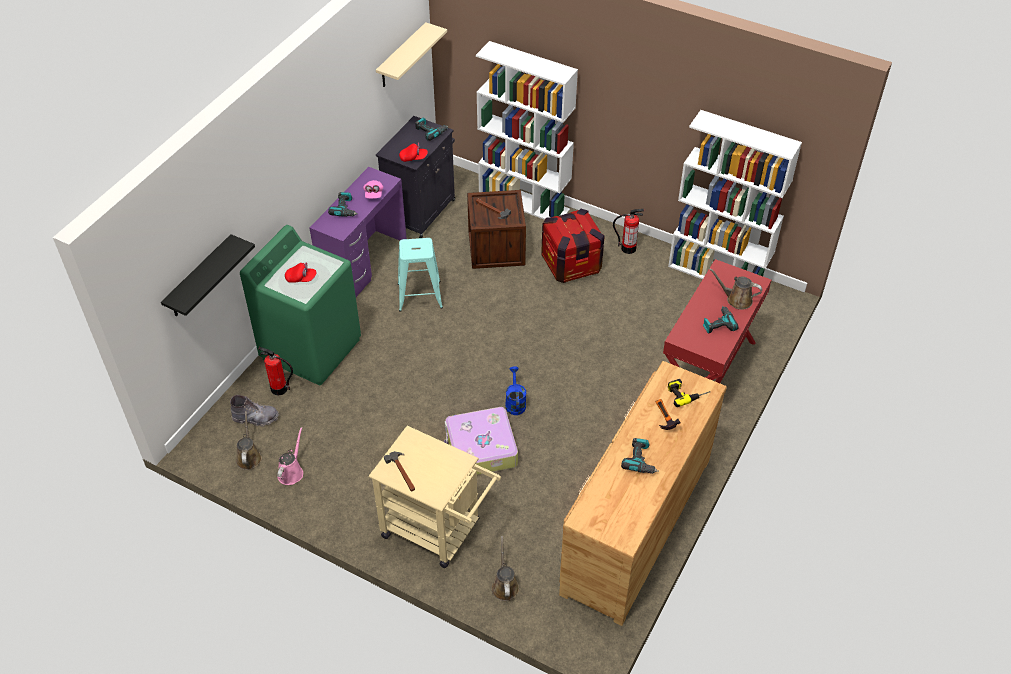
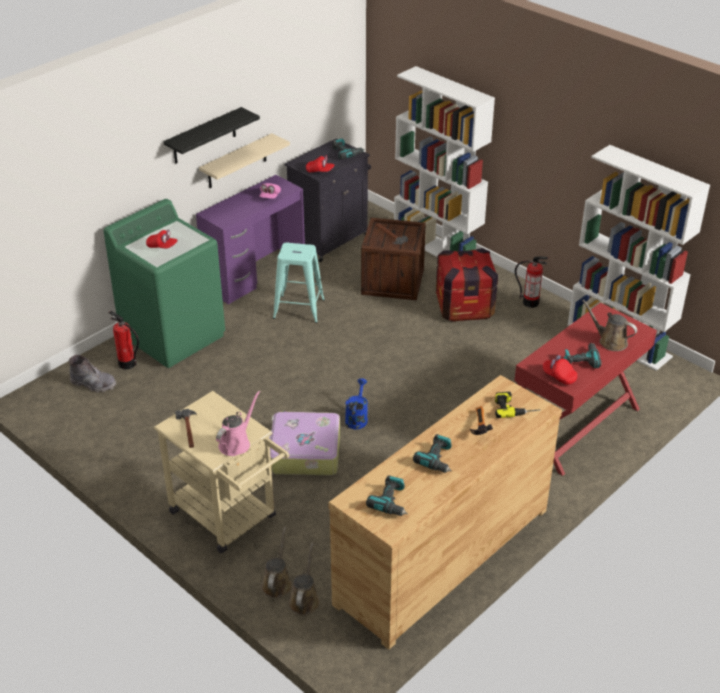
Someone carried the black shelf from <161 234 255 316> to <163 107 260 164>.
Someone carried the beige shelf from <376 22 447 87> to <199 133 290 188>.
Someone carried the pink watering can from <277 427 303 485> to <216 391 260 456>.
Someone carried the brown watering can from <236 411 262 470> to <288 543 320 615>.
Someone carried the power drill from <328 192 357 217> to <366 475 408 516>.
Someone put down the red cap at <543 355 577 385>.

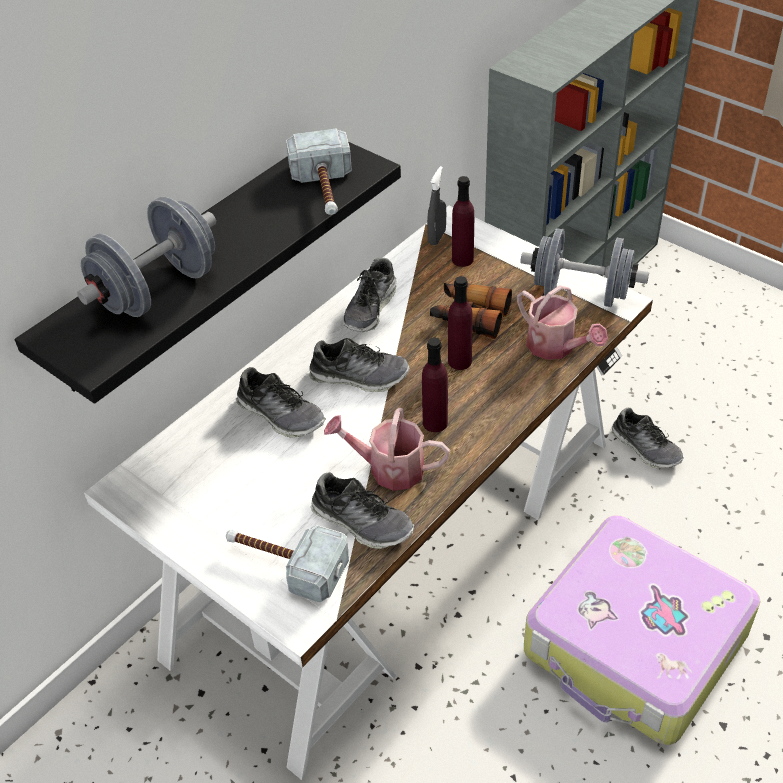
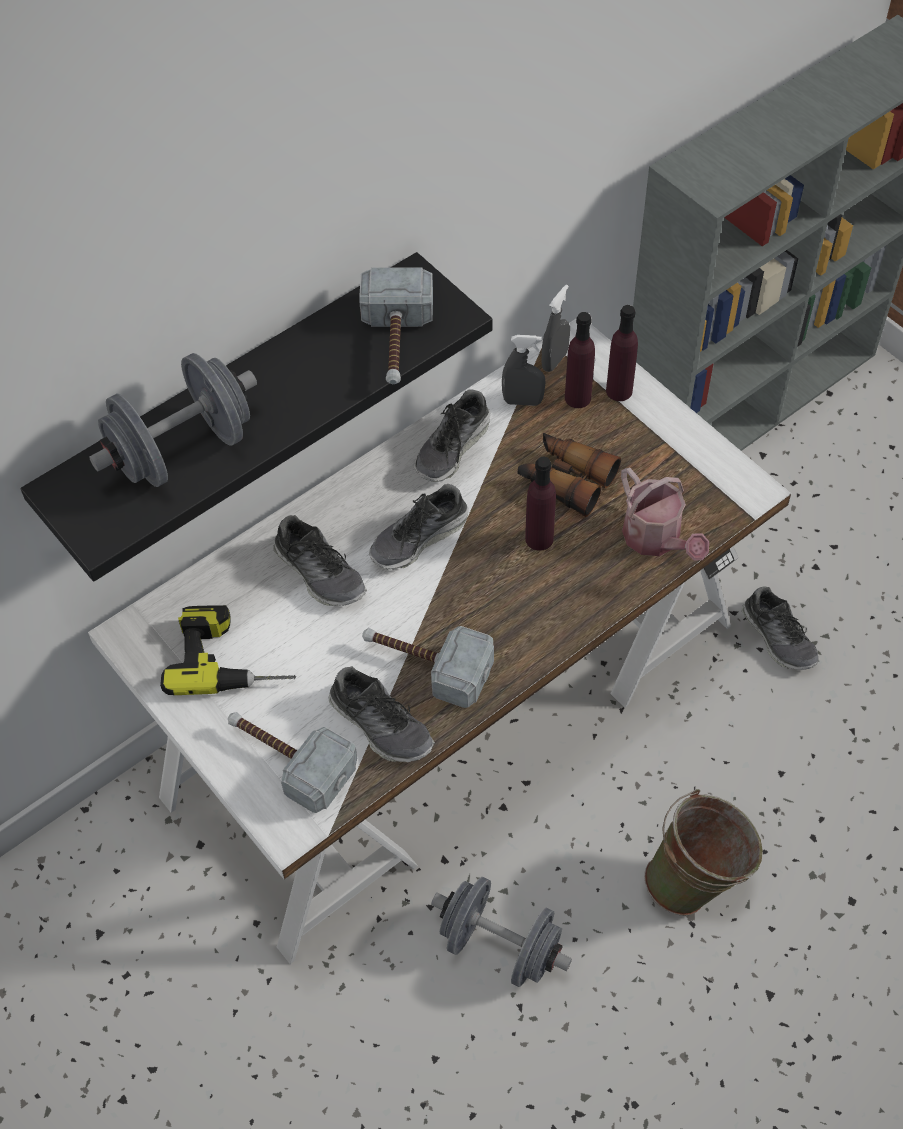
Someone put down the power drill at <160 605 296 695>.
Someone swapped the watering can at <324 408 450 491> for the hammer at <362 626 494 708>.
Someone rotated the shoe at <309 338 409 392> by 120 degrees clockwise.
Someone carried the grey dumbbell from <520 228 649 307> to <431 877 572 987>.
Someone put down the grey spray bottle at <502 335 545 406>.
Someone carried the purple bottle from <422 337 448 432> to <606 305 638 401>.
Someone swapped the suitcase at <524 515 761 745> for the green bucket at <644 789 763 916>.

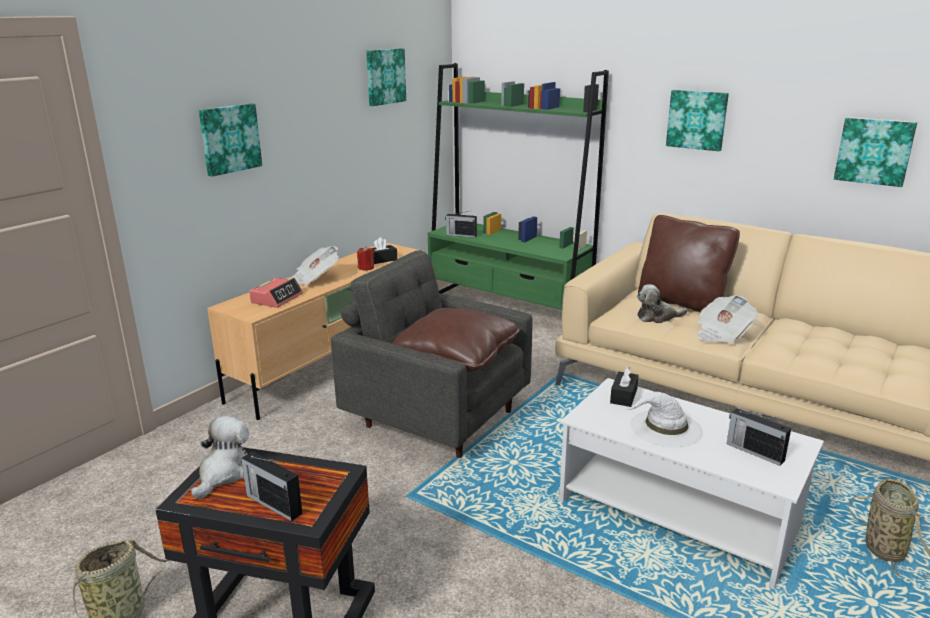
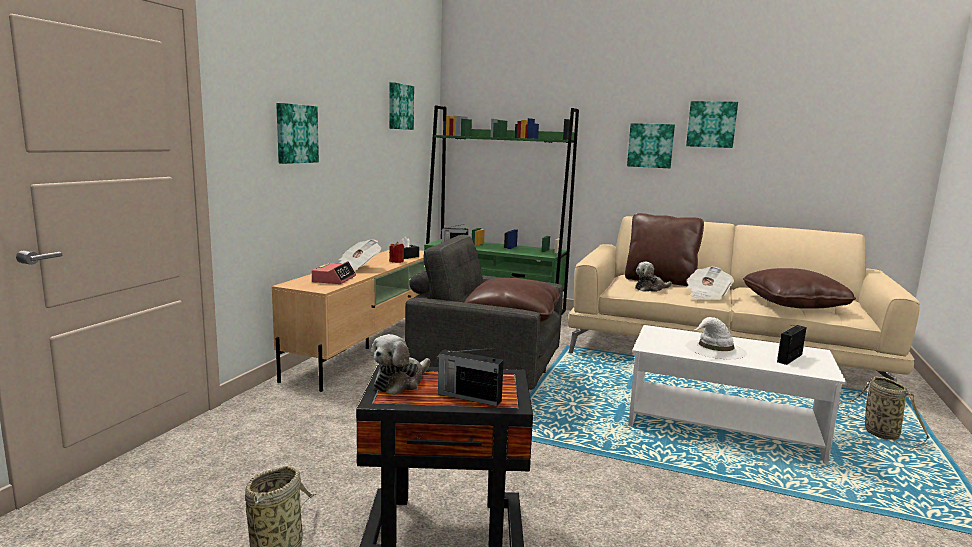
Someone rotated the plush toy at <191 416 249 499> by 150 degrees counterclockwise.
Someone carried the picture from <834 117 917 187> to <686 101 738 148>.
Someone put down the brown pillow at <743 268 856 309>.
Someone rotated the radio at <727 408 791 466> by 105 degrees clockwise.
Someone took away the black tissue box at <610 366 639 407>.

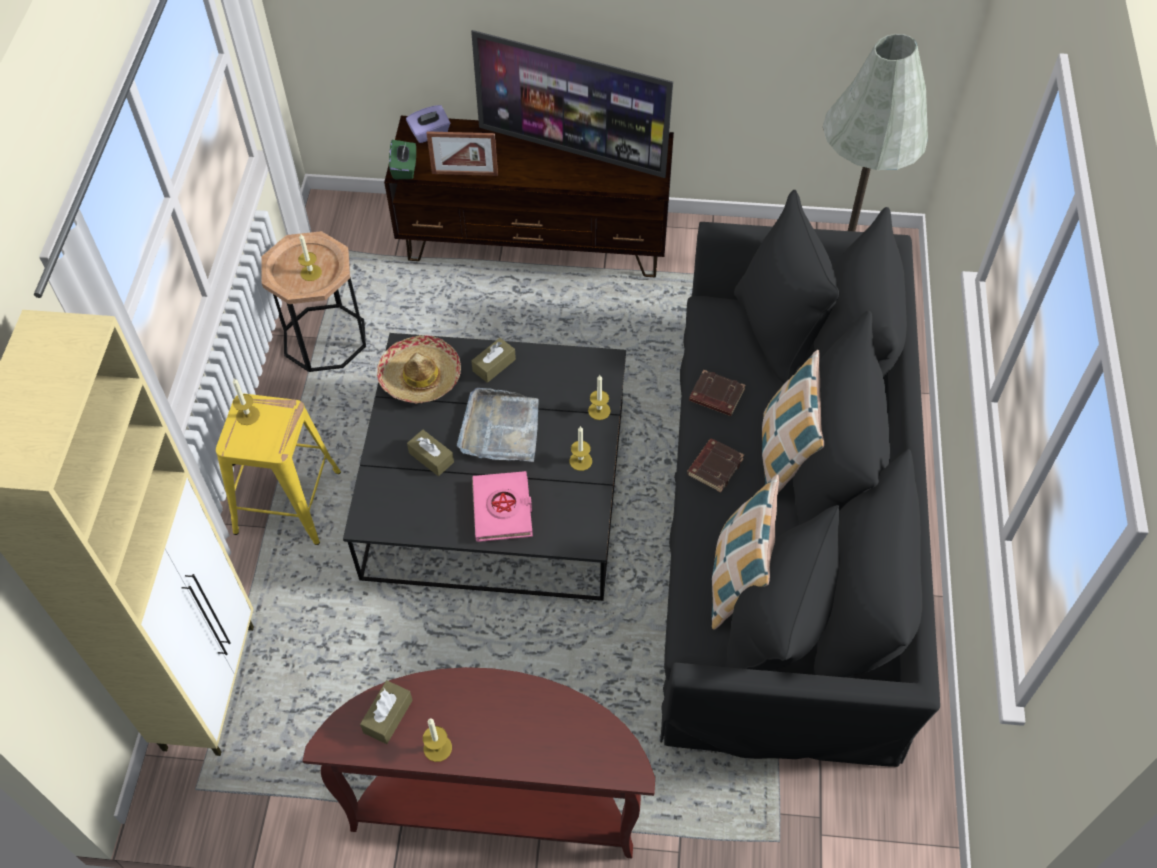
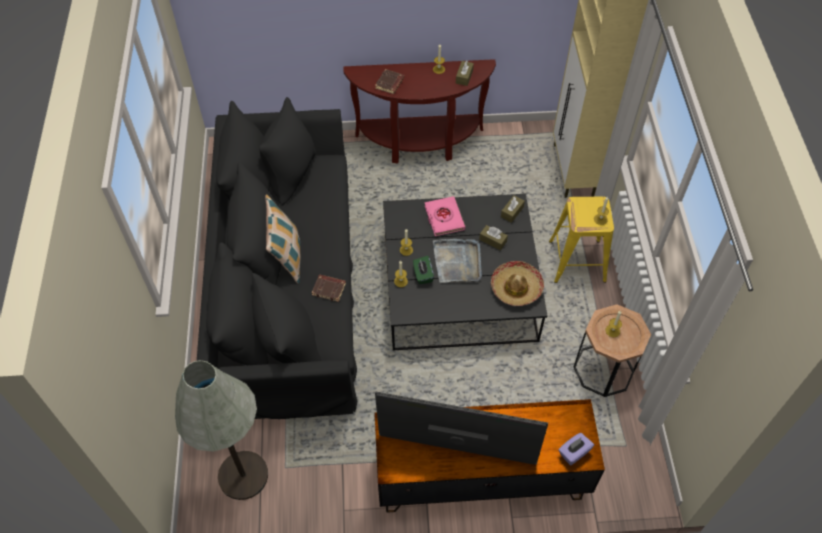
Someone carried the brown book from <687 439 744 493> to <375 69 404 94>.
Someone carried the green tissue box from <389 140 416 179> to <413 256 434 284>.
Someone carried the brown tissue box from <471 338 516 383> to <501 195 525 223>.
Someone took away the picture frame at <426 131 498 176>.
Someone took away the pillow at <712 475 779 630>.

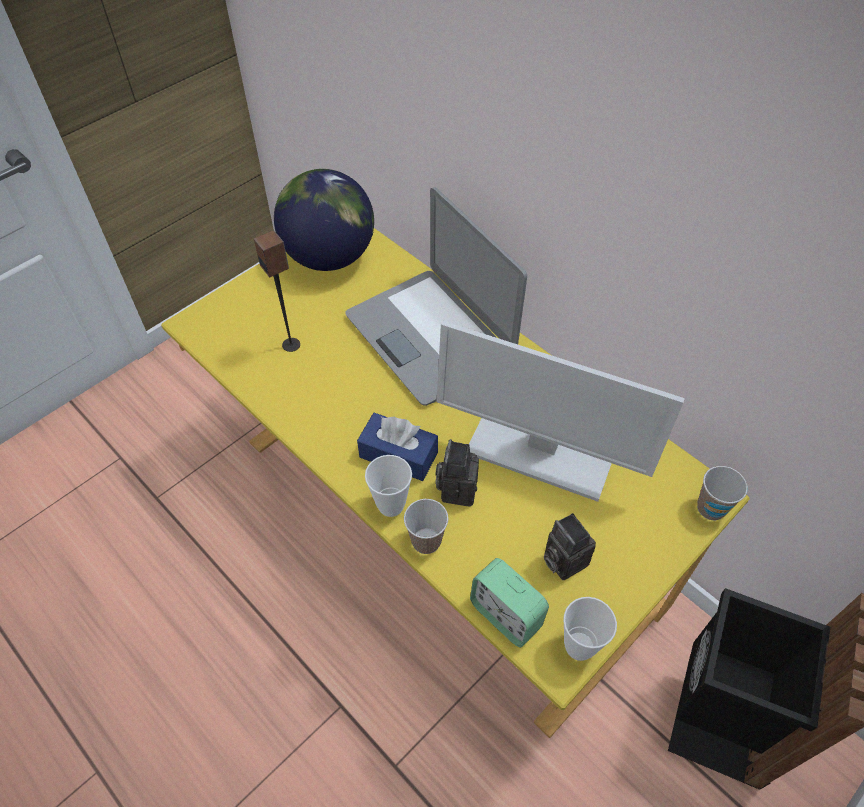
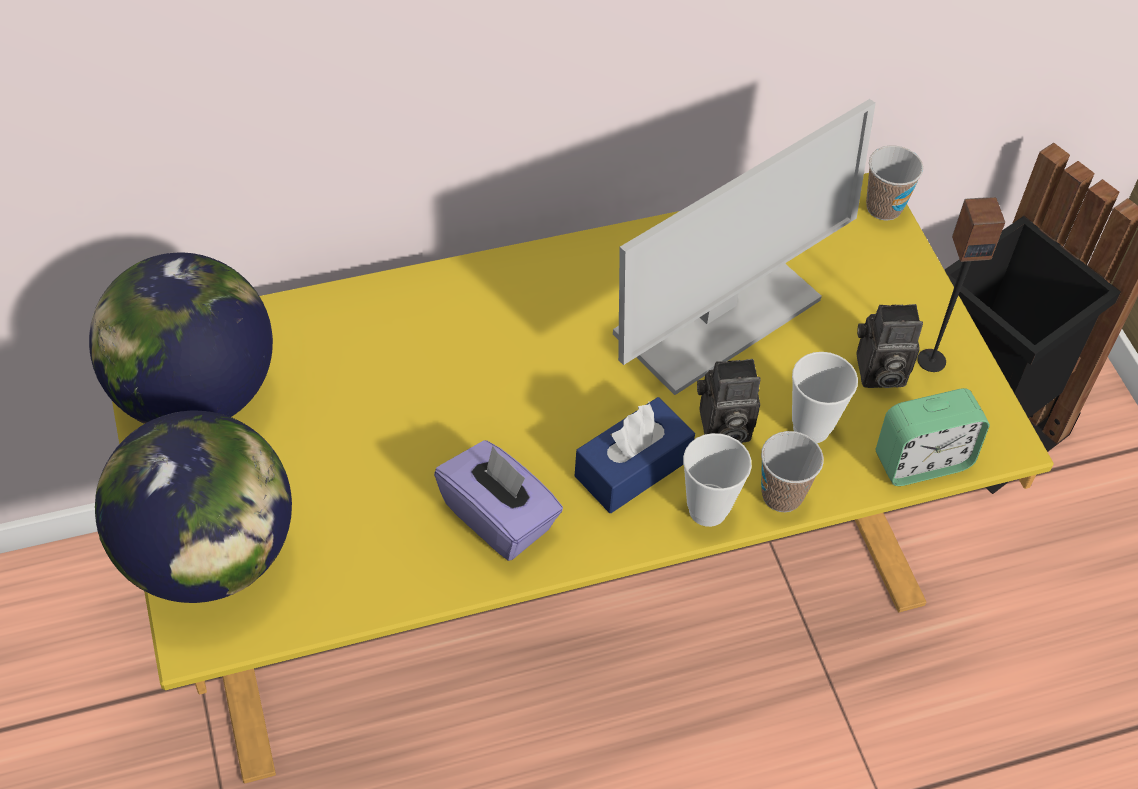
Someone put down the globe at <95 411 292 603>.
Someone put down the purple tissue box at <434 440 563 561>.
Someone rotated the photo camera at <435 439 479 507> by 45 degrees counterclockwise.
Someone carried the cup from <563 597 617 661> to <792 352 858 443>.
Someone carried the speaker from <254 230 300 352> to <917 197 1005 372>.
Someone took away the laptop at <345 187 527 406>.

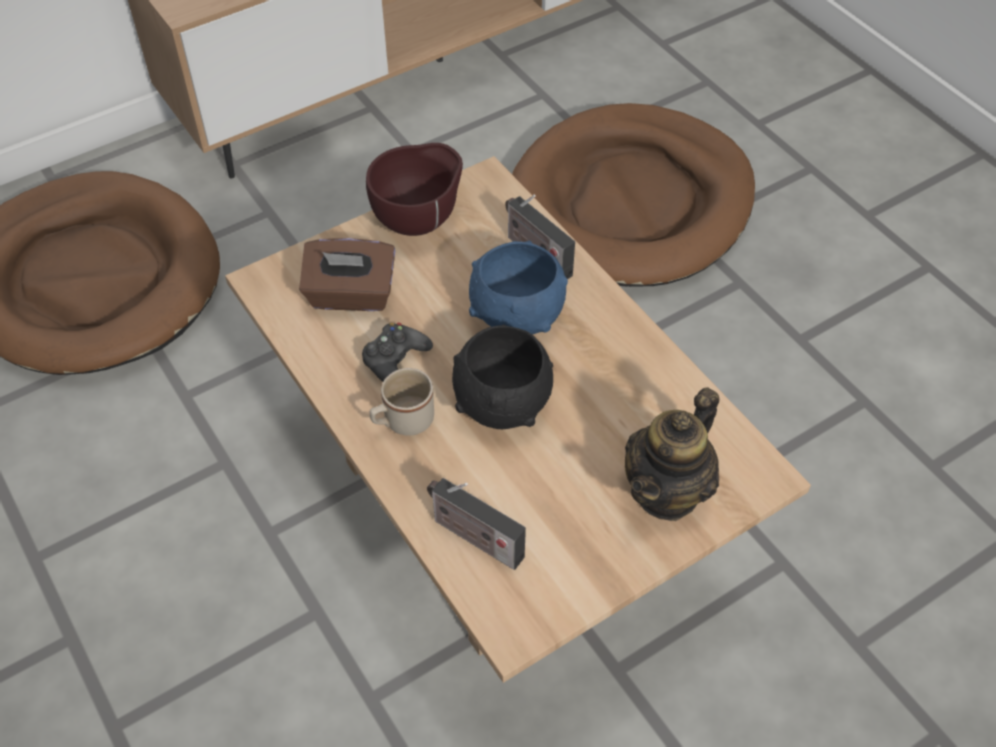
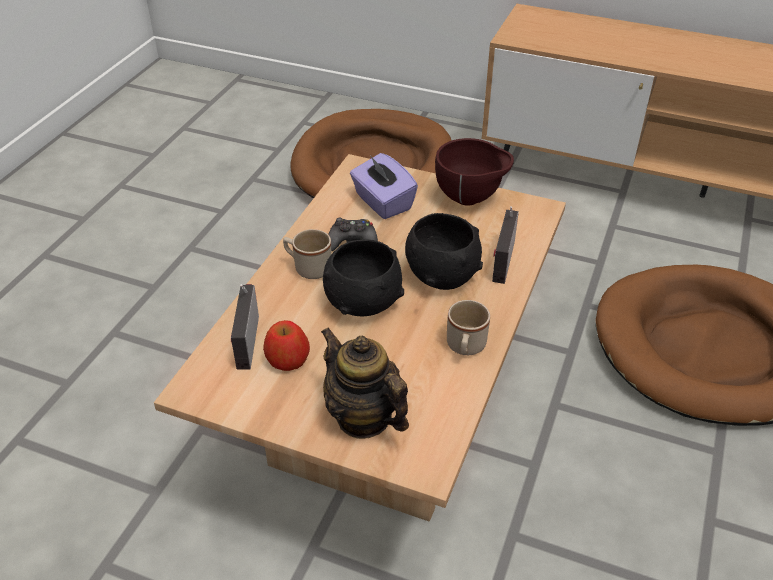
Someone put down the apple at <263 320 310 371>.
Someone rotated the teapot at <625 388 719 521> by 45 degrees clockwise.
Someone repainted the brown tissue box at <299 238 395 311>, which became the purple tissue box at <350 153 418 219>.
Someone repainted the blue bowl at <469 241 568 334>, which became the black bowl at <405 213 483 290>.
Someone put down the beige mug at <447 300 490 355>.

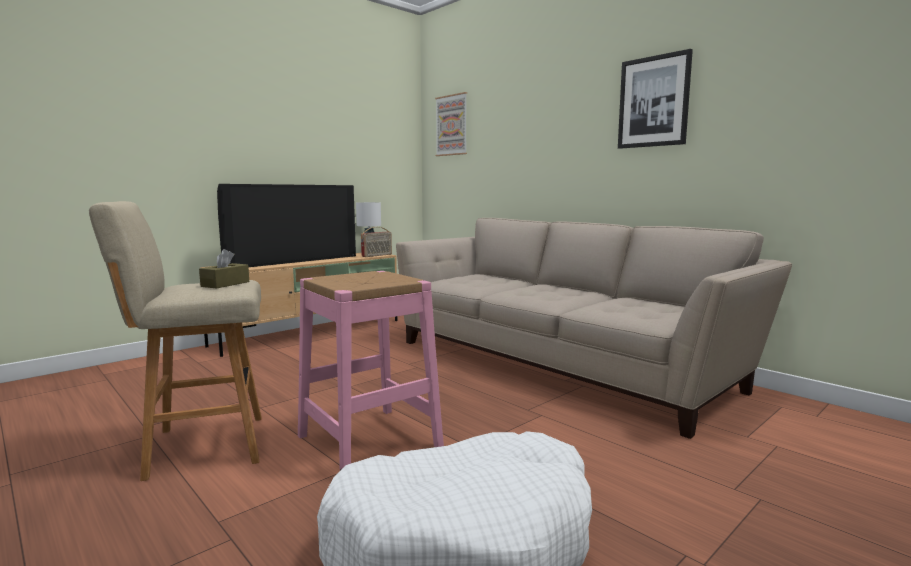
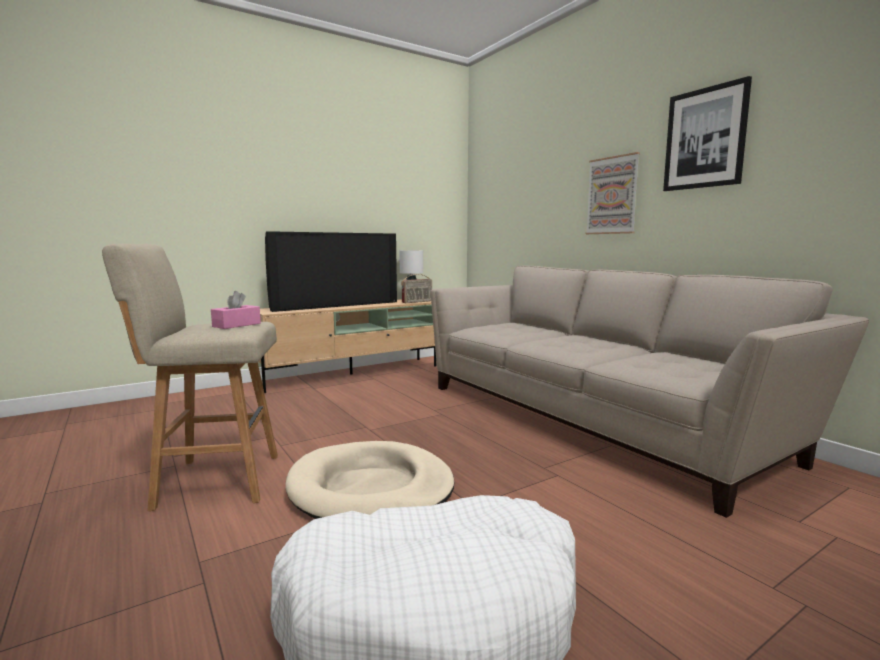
Someone repainted the brown tissue box at <199 249 249 289>, which became the pink tissue box at <211 291 261 329>.
Someone swapped the pink stool at <298 271 444 470> for the beige dog bed at <285 441 455 519>.
Someone carried the picture from <435 92 467 156> to <586 152 640 234>.

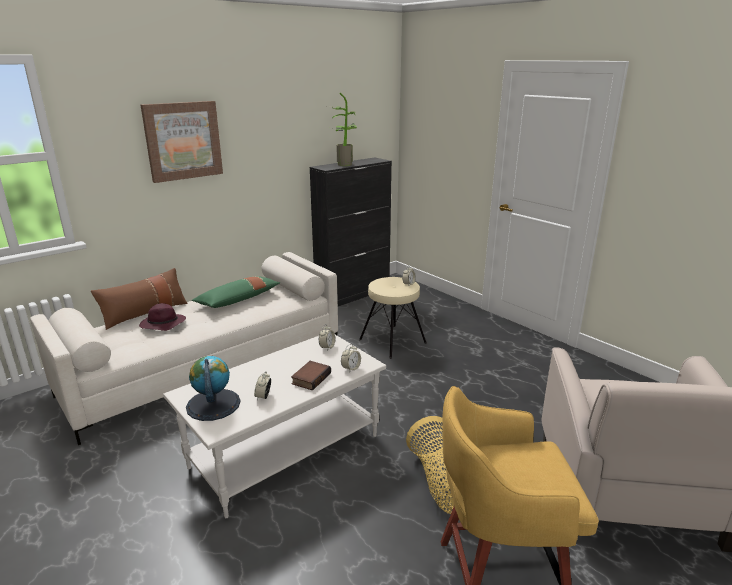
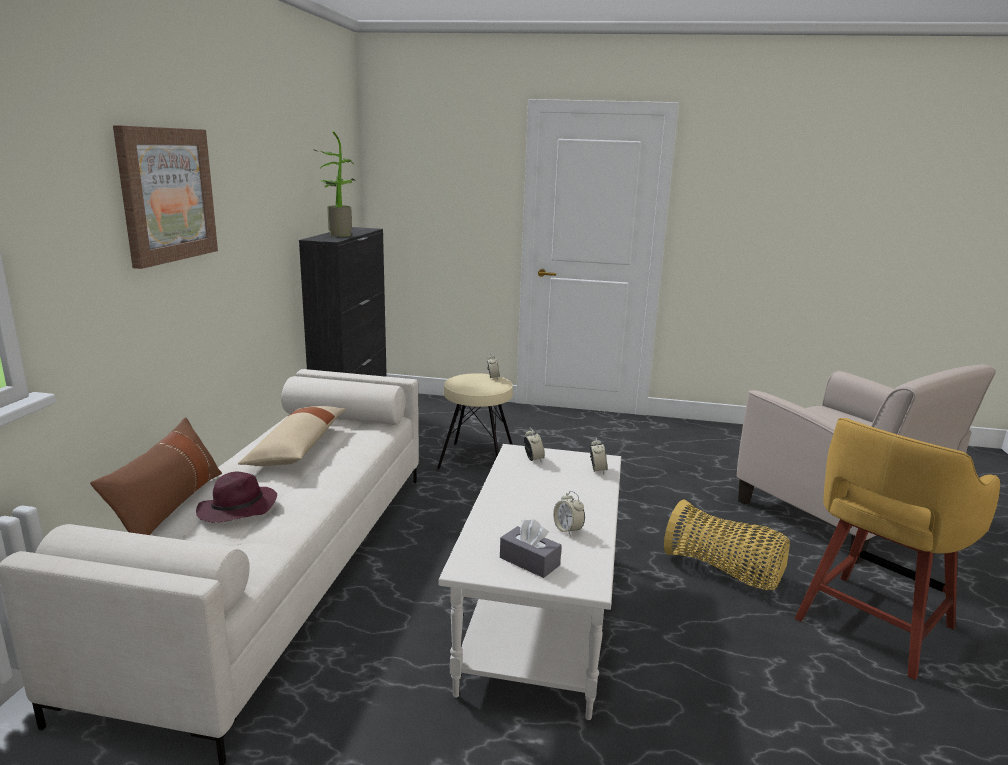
Someone repainted the green pillow at <192 276 280 308>, which became the beige pillow at <238 406 346 466>.
Someone swapped the globe at <186 356 240 421> for the grey tissue box at <500 519 562 578>.
Someone took away the book at <291 361 331 391>.

